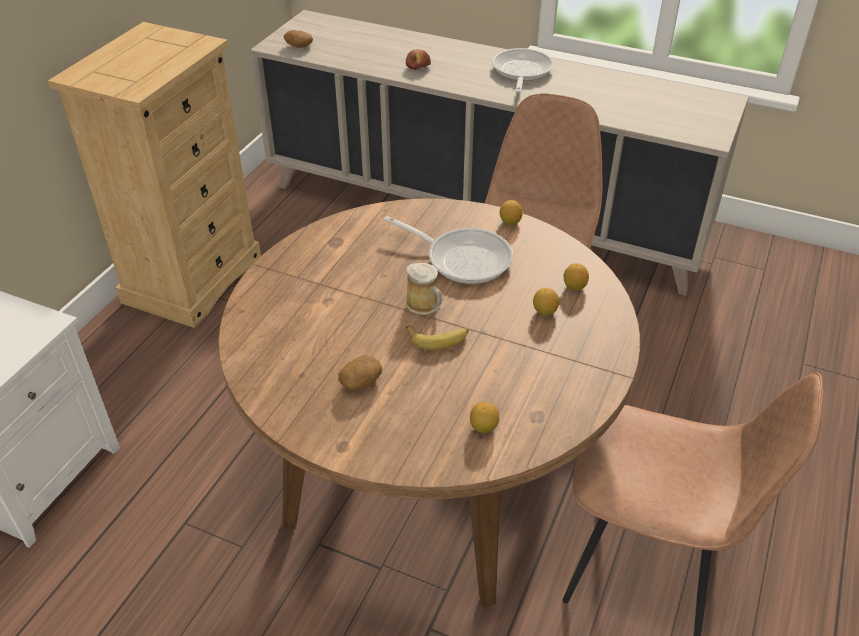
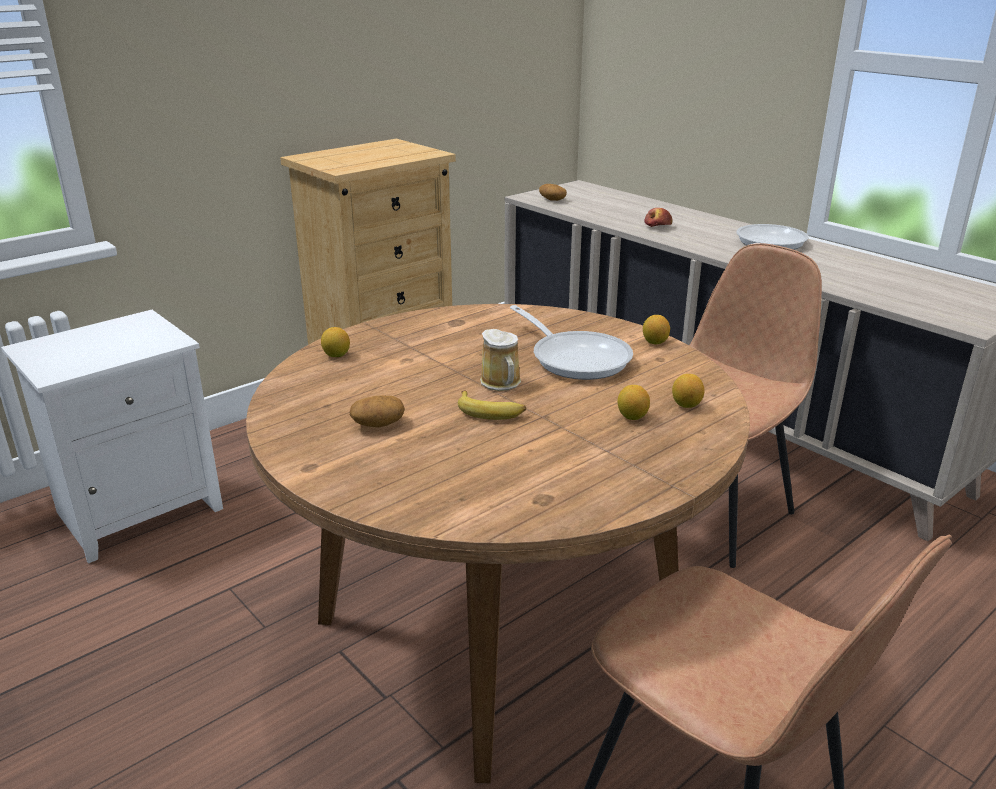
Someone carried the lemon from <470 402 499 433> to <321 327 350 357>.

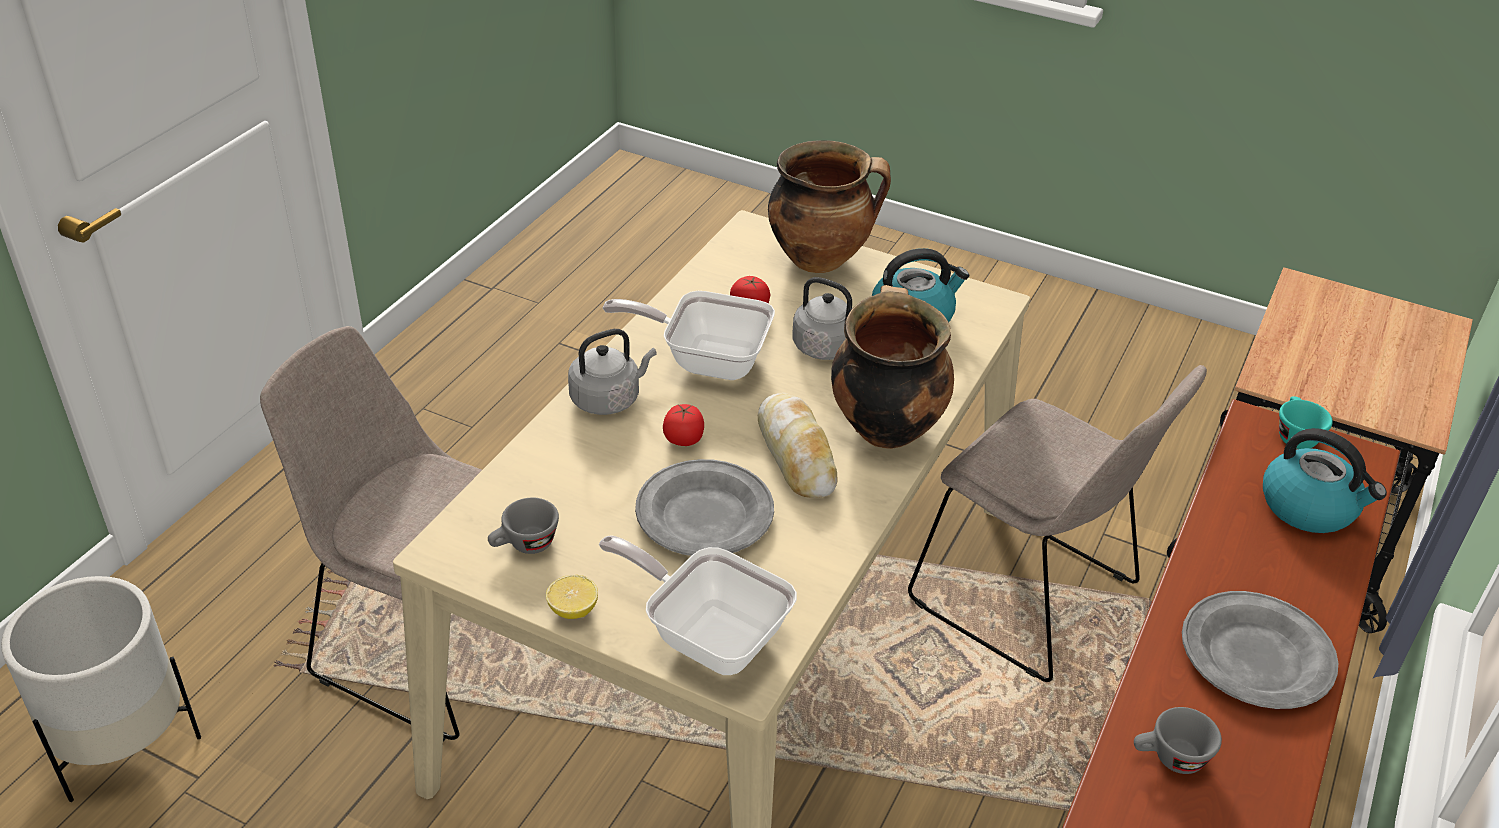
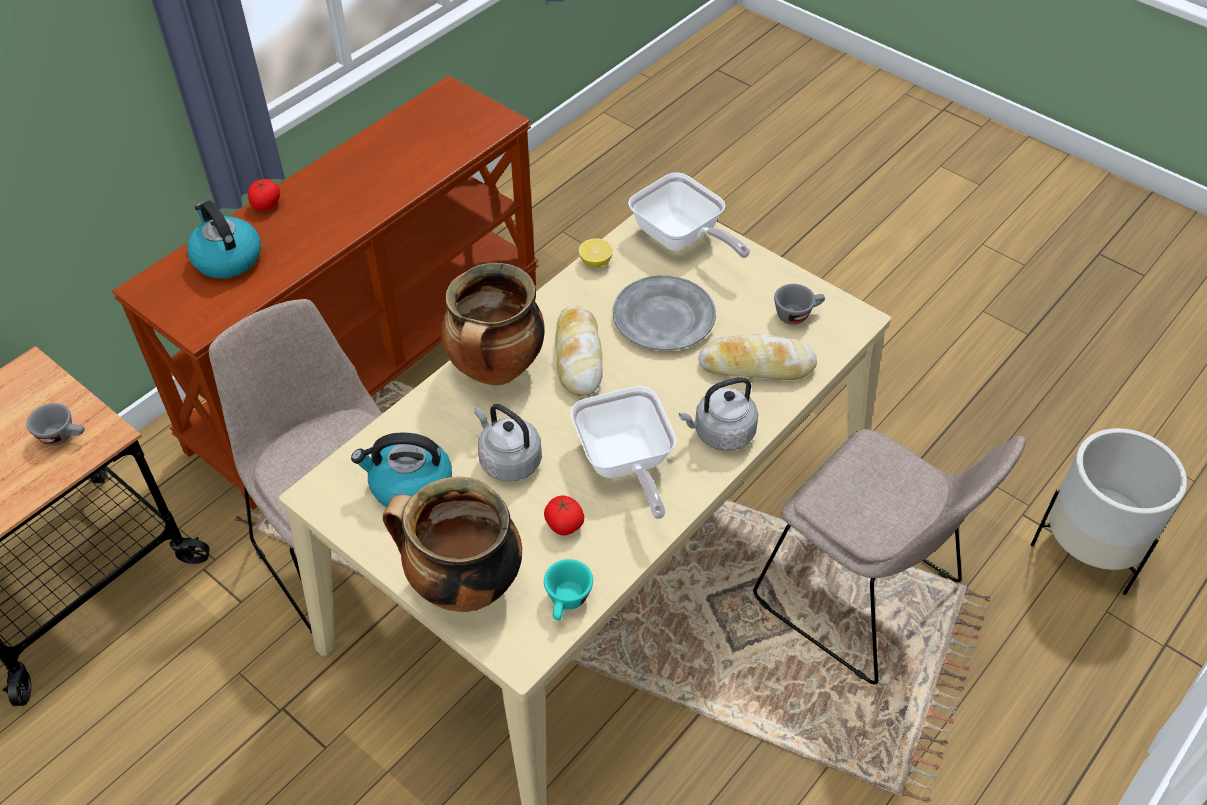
Someone carried the grey cup from <1134 707 1222 774> to <26 403 85 446>.
Someone carried the tomato from <663 404 704 446> to <248 179 280 210>.
Someone carried the turquoise cup from <1279 396 1333 449> to <544 559 593 620>.
Someone rotated the frying pan at <603 291 775 380> by 45 degrees clockwise.
Someone carried the lemon from <546 575 598 619> to <579 239 613 267>.
Someone put down the bread at <698 334 817 380>.
Someone took away the grey plate at <1182 591 1338 709>.

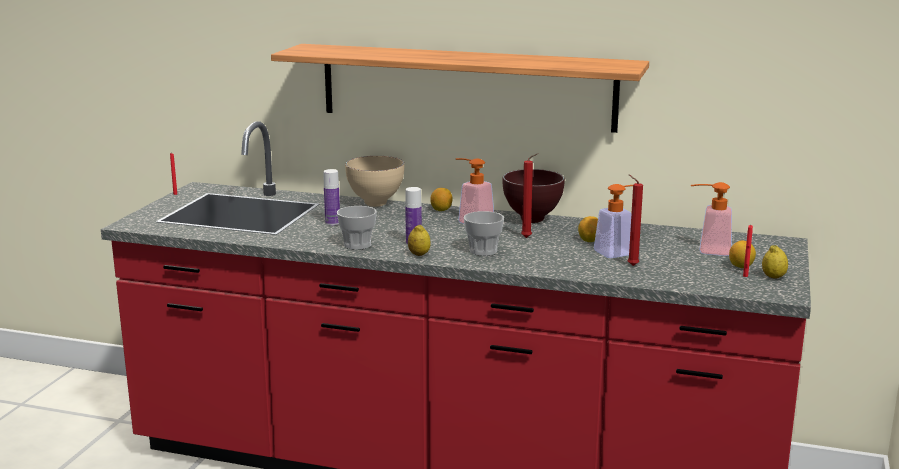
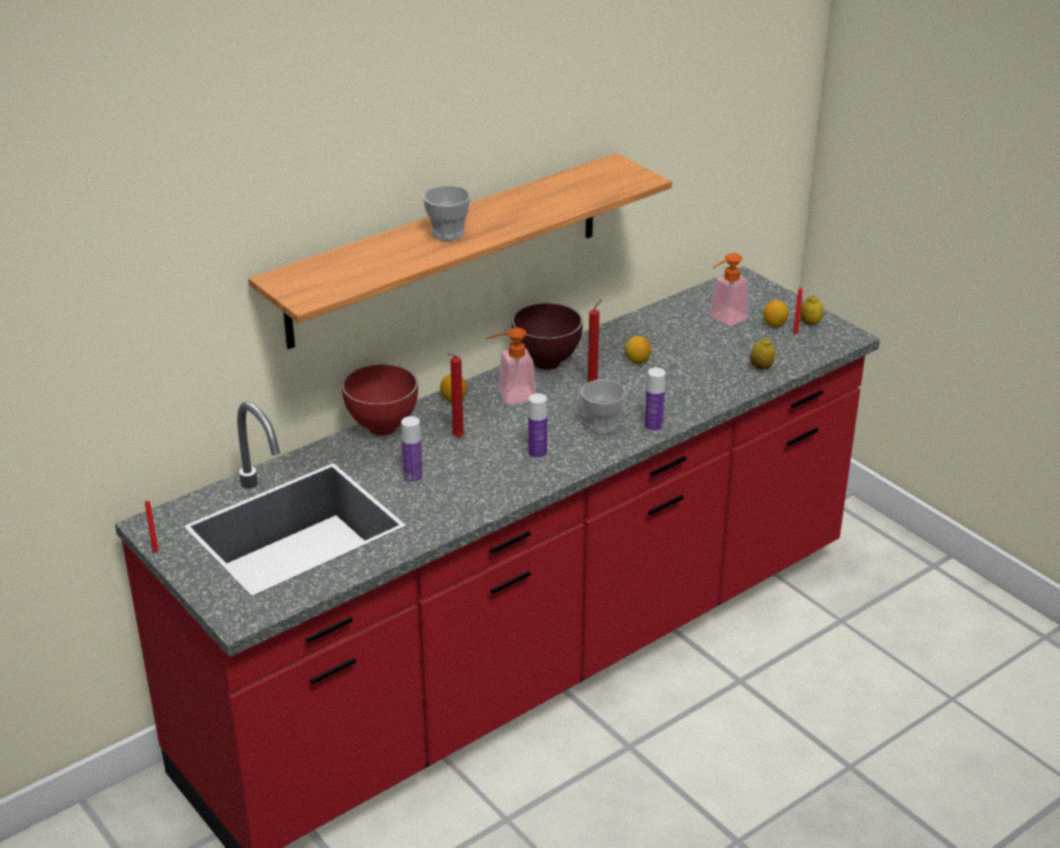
Someone repainted the beige bowl at <345 156 404 207>, which became the red bowl at <342 364 418 436>.
Someone carried the cup from <337 206 377 250> to <423 185 471 241>.
Someone carried the red candle from <628 175 643 266> to <447 353 465 438>.
Someone put down the bottle at <645 368 666 433>.
Someone carried the lemon from <408 225 431 256> to <750 338 775 369>.
Someone took away the soap dispenser at <594 184 633 258>.

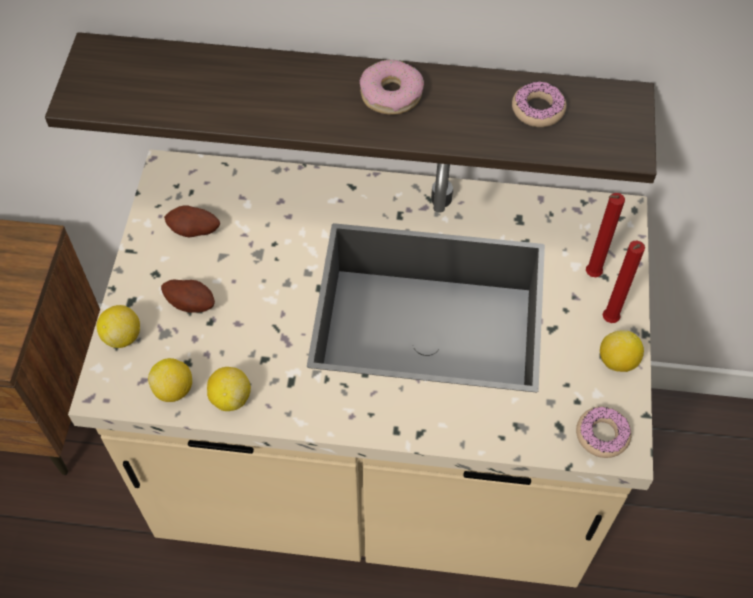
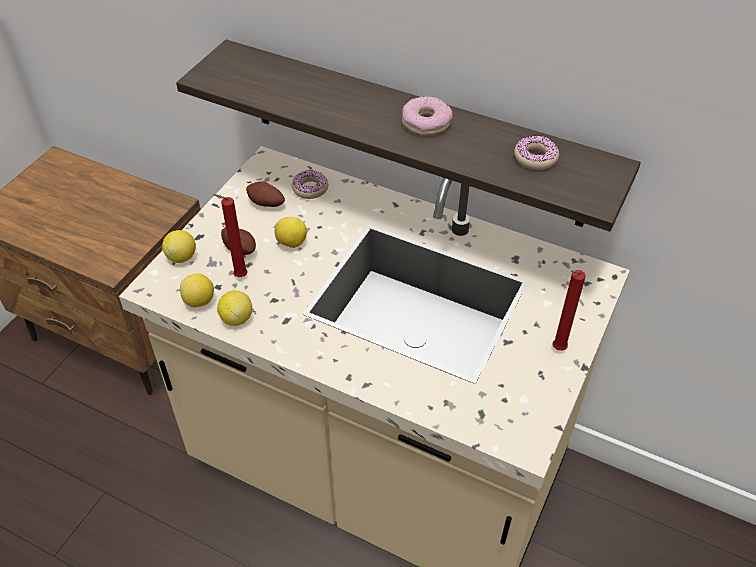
Someone carried the red candle from <586 193 625 277> to <213 194 247 277>.
Someone carried the lemon from <600 330 644 372> to <275 217 307 248>.
Someone carried the donut from <576 406 631 458> to <292 170 328 199>.

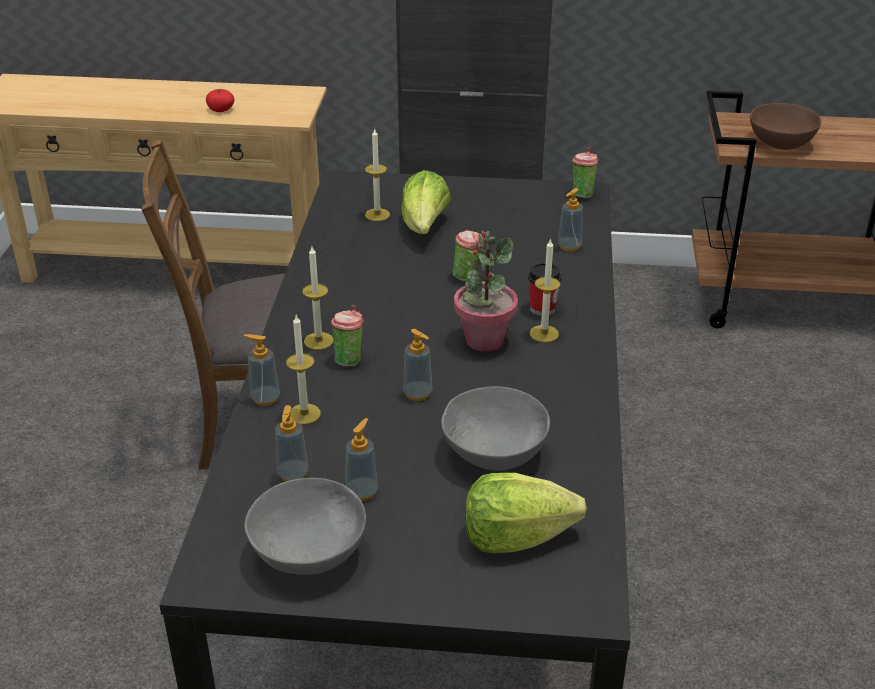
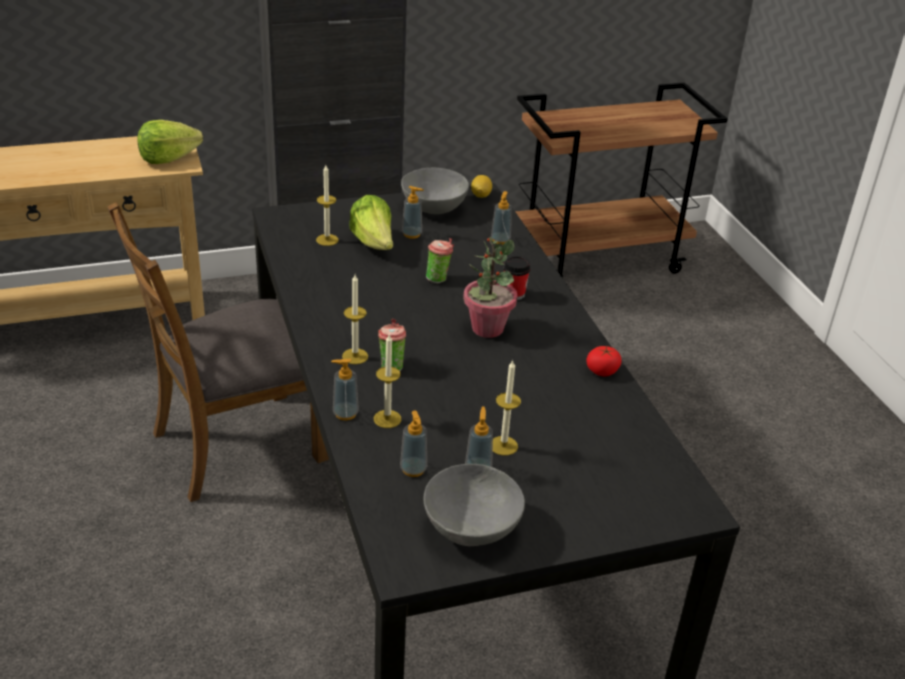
Someone carried the lettuce from <465 473 587 553> to <137 120 203 164>.
Someone carried the grey bowl from <441 386 550 471> to <401 168 469 214>.
Someone carried the soap dispenser from <403 329 432 401> to <402 186 424 239>.
Someone swapped the cup at <572 148 598 198> for the lemon at <471 175 492 198>.
Someone carried the candle from <530 238 560 342> to <493 360 521 456>.
Someone carried the tomato from <206 89 234 112> to <586 346 622 376>.
Someone took away the brown bowl at <750 103 821 150>.

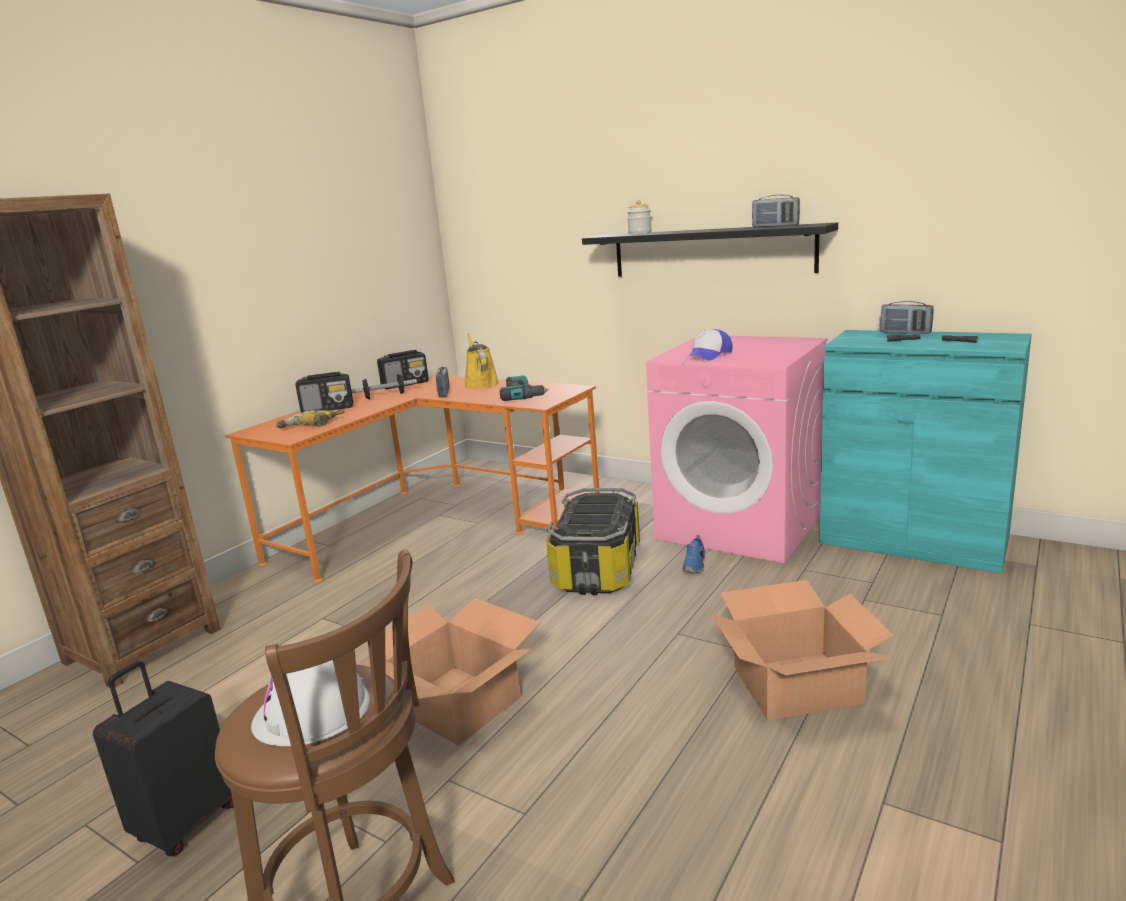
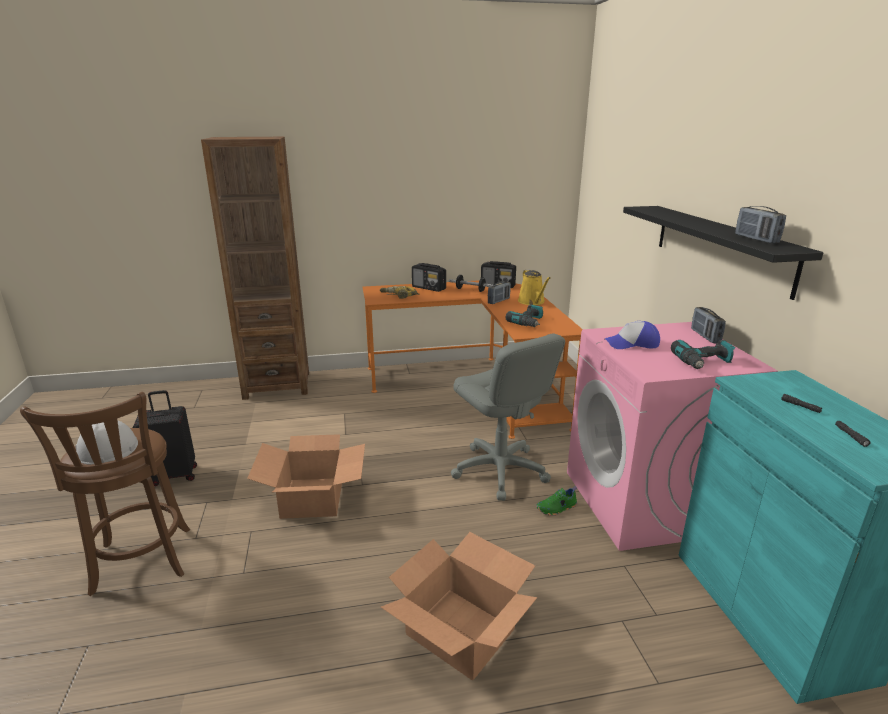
Someone swapped the storage box at <546 488 640 595> for the grey office chair at <451 334 565 501>.
Someone rotated the yellow watering can at <464 333 499 389> by 135 degrees clockwise.
Someone repainted the blue shoe at <682 535 705 573>, which became the green shoe at <536 487 577 516>.
Someone put down the power drill at <671 340 735 369>.
Someone carried the radio from <880 301 934 334> to <691 307 726 343>.
Someone took away the jar at <627 200 652 234>.

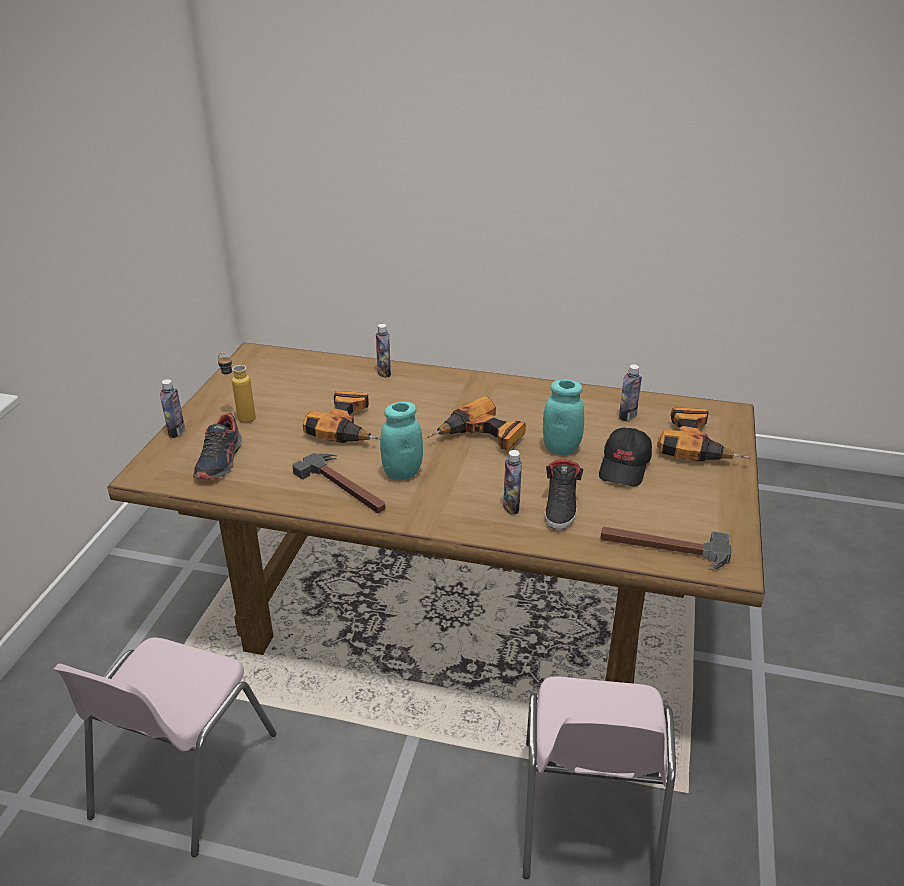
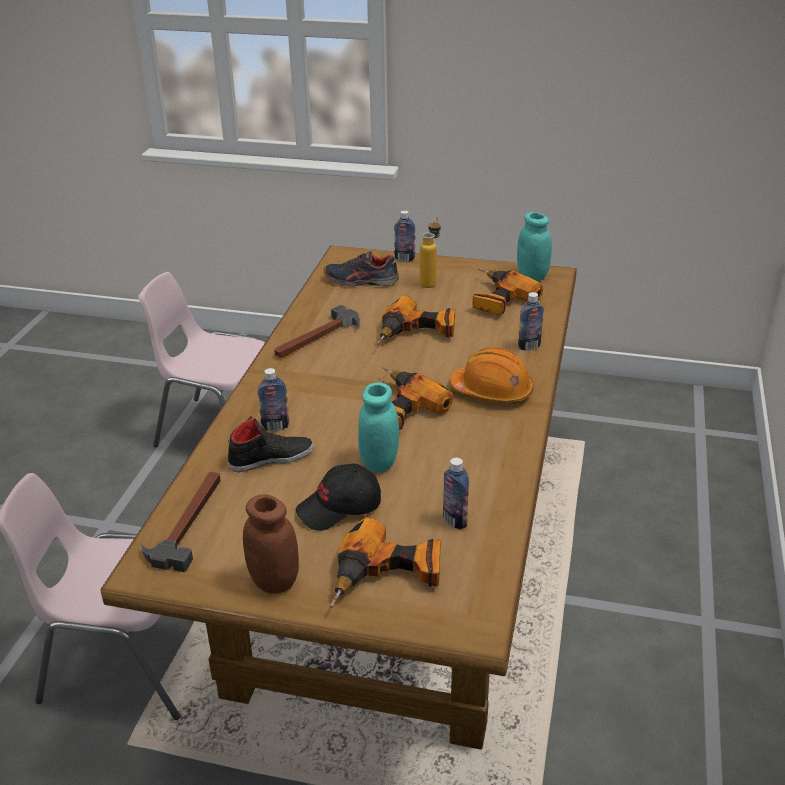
Someone rotated the black shoe at <545 459 583 529> by 150 degrees clockwise.
Someone put down the brown jar at <243 494 299 594>.
Someone rotated the black cap at <599 428 652 487> by 45 degrees counterclockwise.
Someone put down the orange hard hat at <450 347 534 403>.
Someone put down the power drill at <472 268 543 315>.
Someone carried the turquoise jar from <380 402 423 480> to <517 212 552 281>.

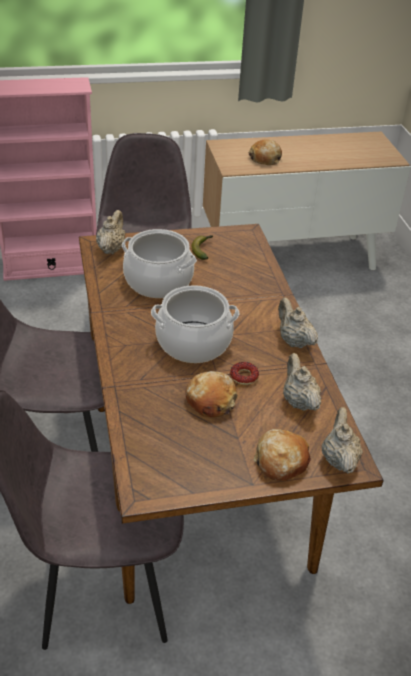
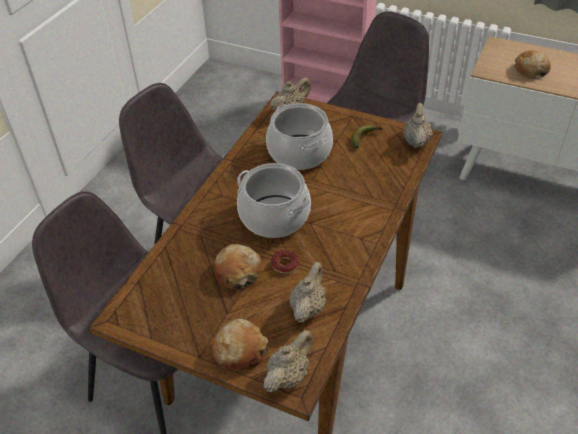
Someone carried the beige teapot from <278 297 318 348> to <403 103 433 148>.

